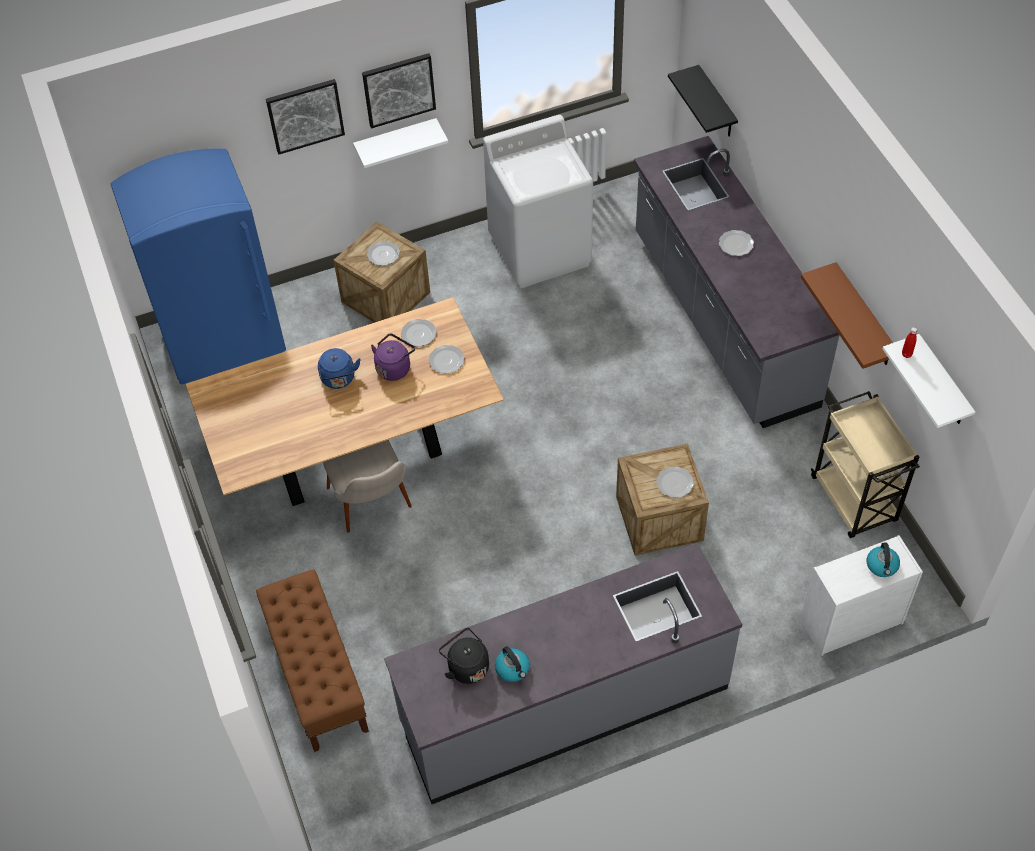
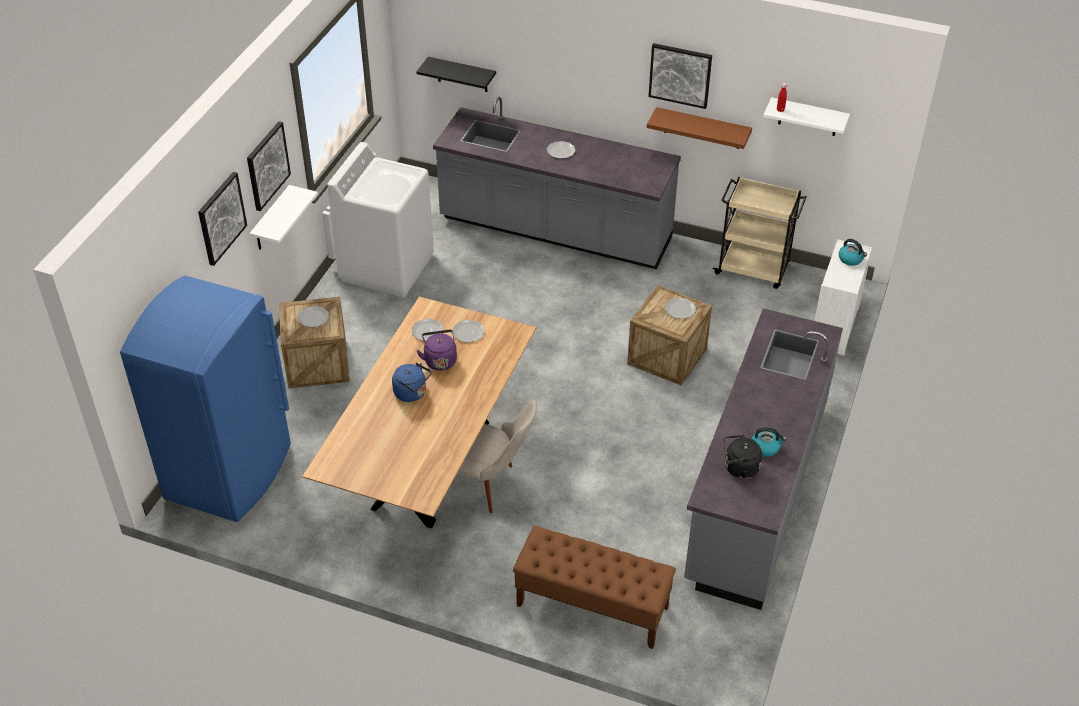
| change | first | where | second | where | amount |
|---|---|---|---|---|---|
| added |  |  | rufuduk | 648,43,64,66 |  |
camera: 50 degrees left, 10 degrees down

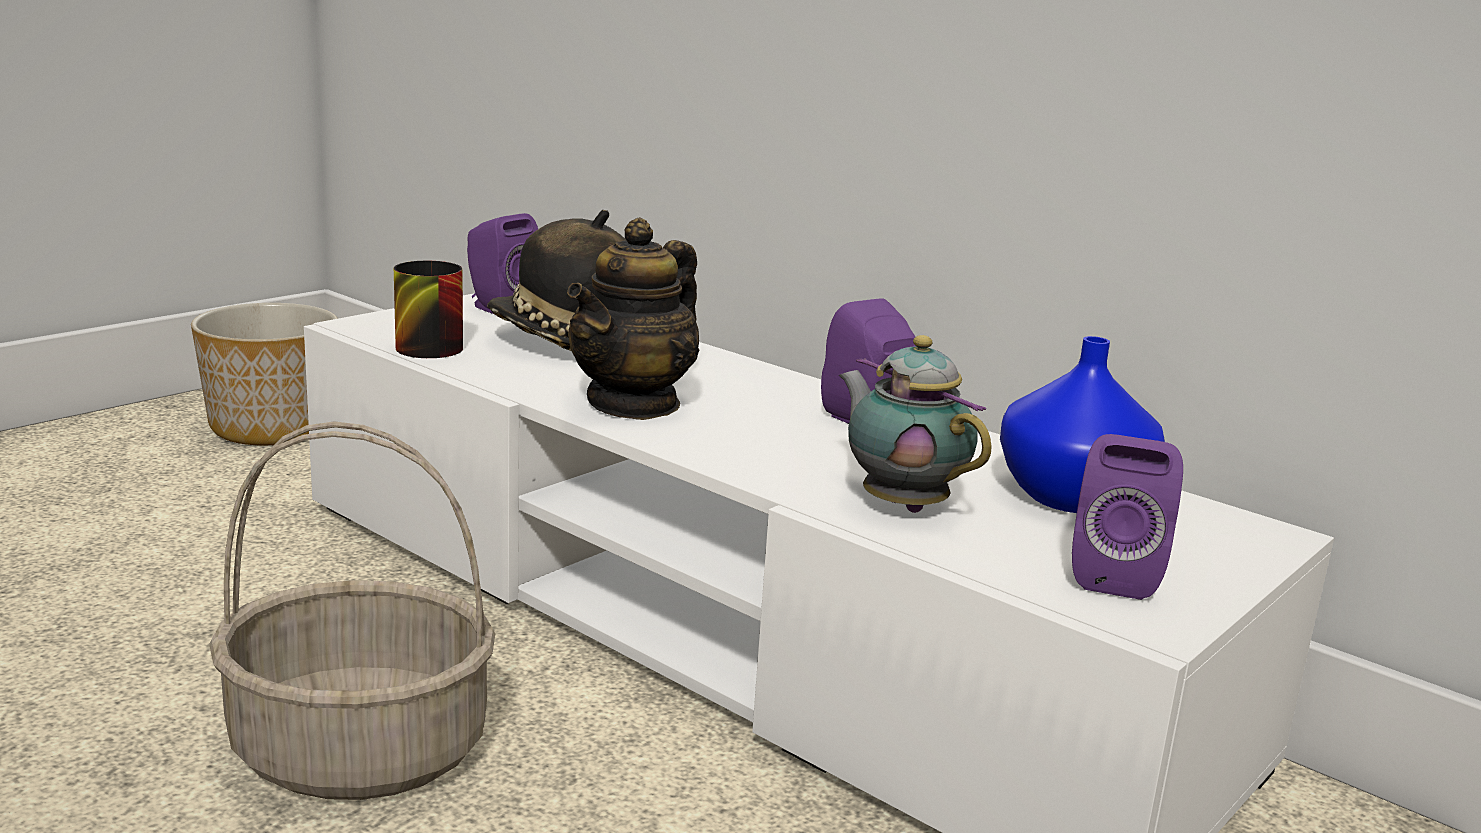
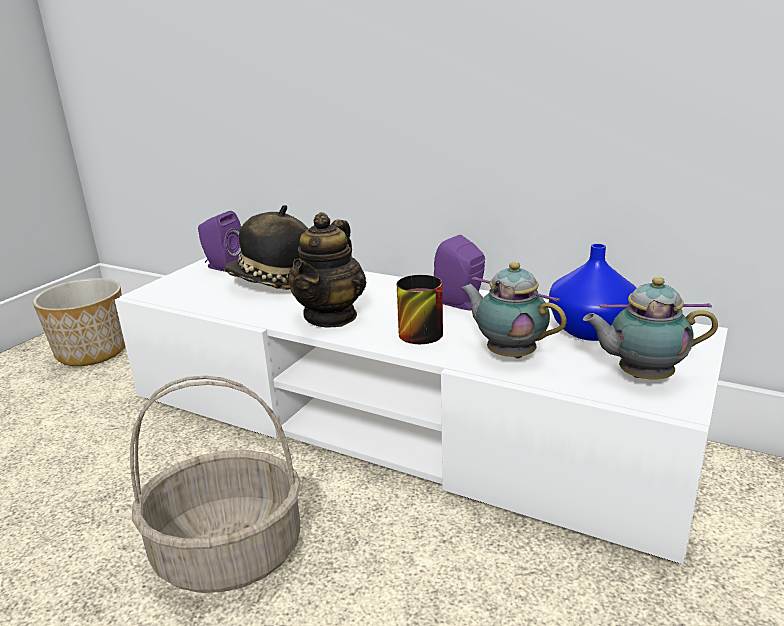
| change | first | where | second | where | amount |
|---|---|---|---|---|---|
| moved | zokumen | 394,261,69,97 |  | 397,275,46,69 |  |
| replaced | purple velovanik | 1072,434,111,166 | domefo | 583,277,135,103 |  |
camera: 10 degrees left, 5 degrees up

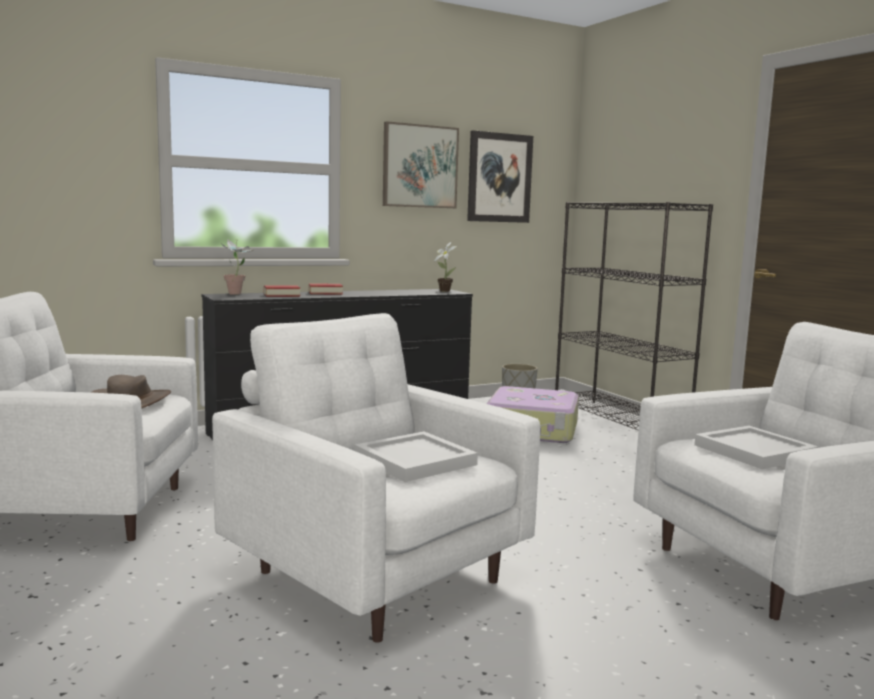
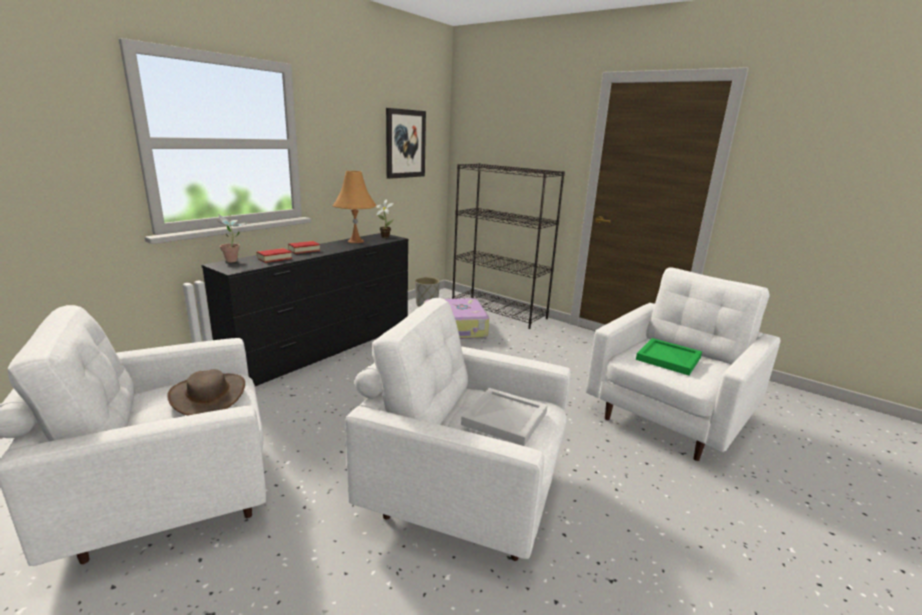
| change | first | where | second | where | amount |
|---|---|---|---|---|---|
| removed | rufuduk | 383,121,76,87 |  |  |  |
| recoloured | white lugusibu | 694,426,125,43 | green lugusibu | 636,338,66,37 |  |
| added |  |  | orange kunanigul | 333,171,43,72 |  |
camera: 25 degrees left, 10 degrees up

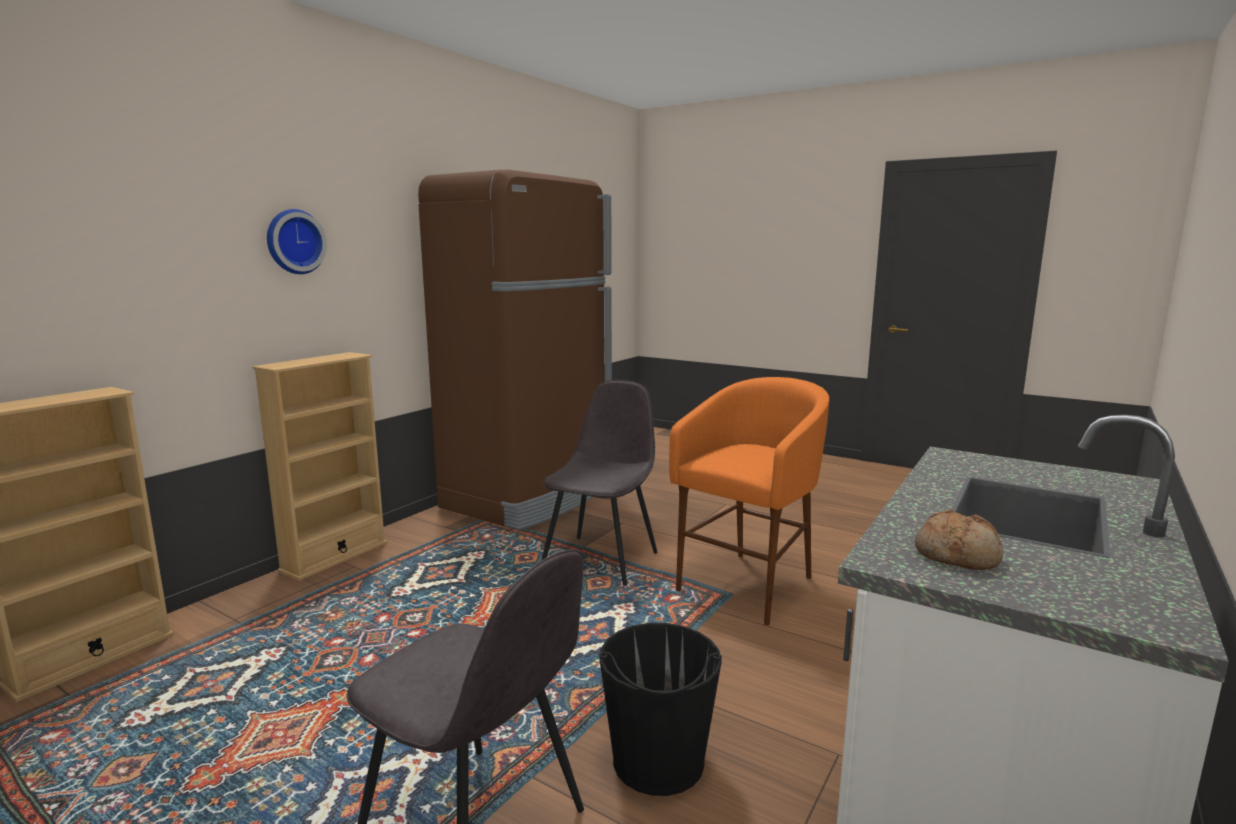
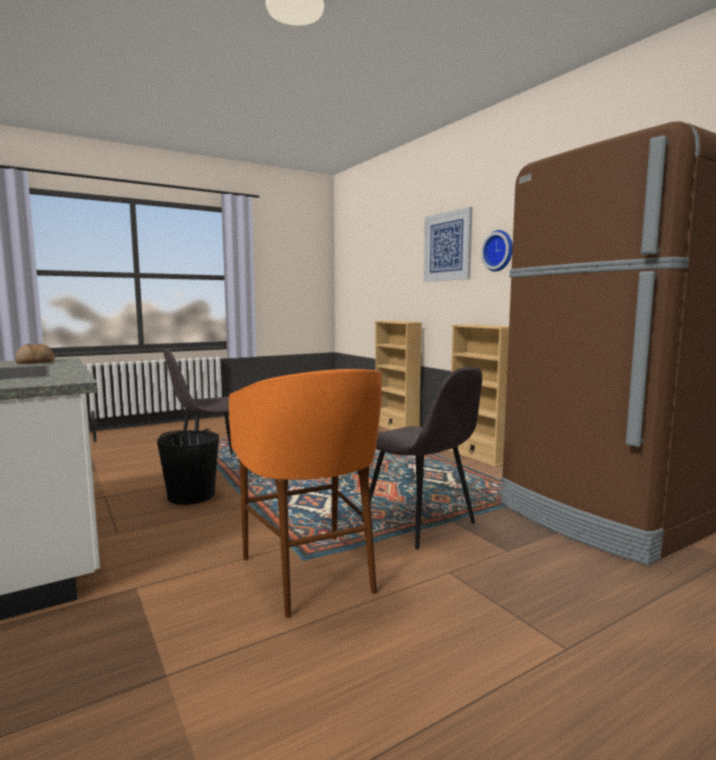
| change | first | where | second | where | amount |
|---|---|---|---|---|---|
| added |  |  | rufuduk | 423,207,50,75 |  |
camera: 115 degrees right, 5 degrees down

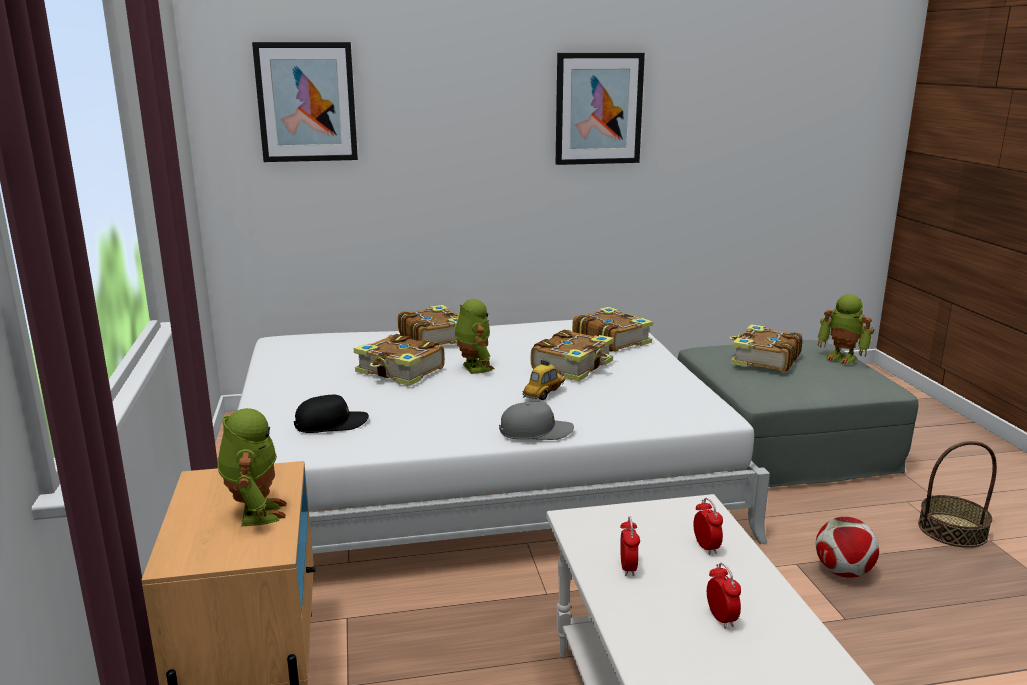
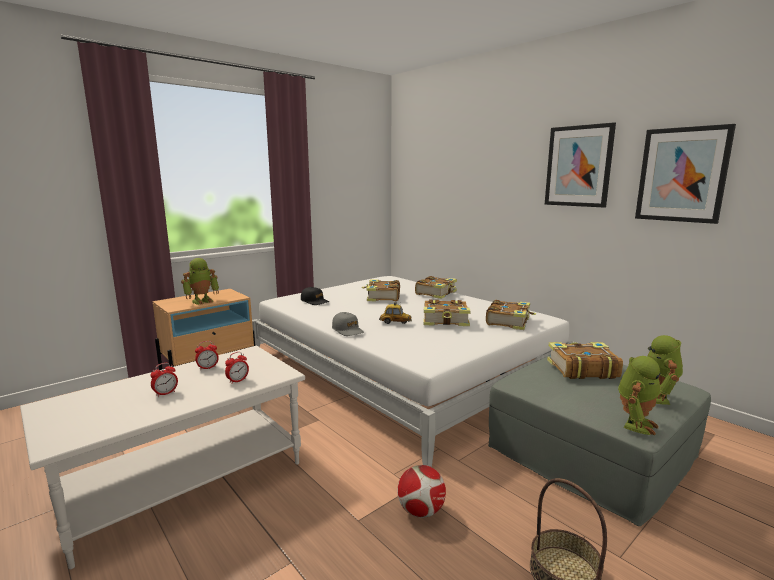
| change | first | where | second | where | amount |
|---|---|---|---|---|---|
| moved | rufuduk | 252,42,106,120 |  | 635,124,101,100 |  |
| moved | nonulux | 455,299,39,75 |  | 618,356,43,79 |  |
camera: 60 degrees right, 5 degrees down

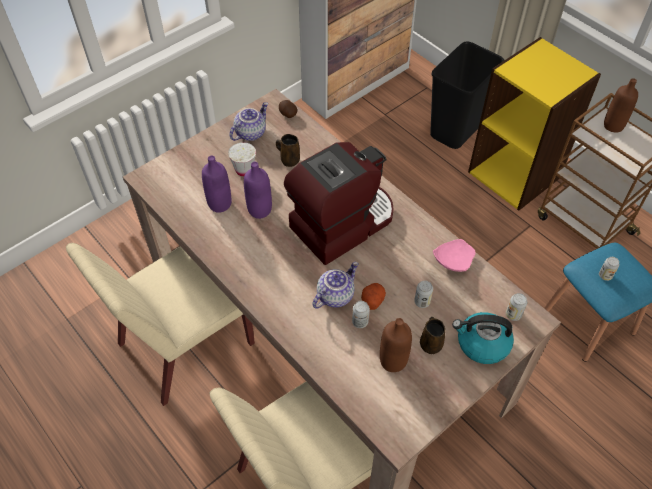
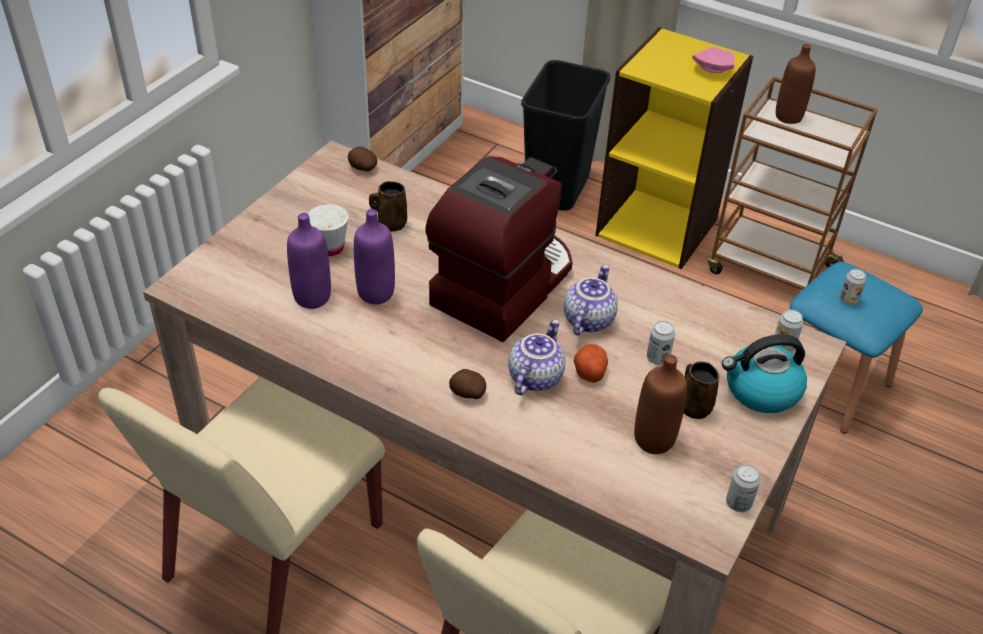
| change | first | where | second | where | amount |
|---|---|---|---|---|---|
| moved | domefo | 229,102,39,39 |  | 564,265,54,71 |  |
| moved | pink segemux | 433,239,43,33 |  | 692,47,43,26 |  |
| moved | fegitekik | 352,301,18,27 |  | 726,464,35,48 |  |
| added |  |  | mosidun | 449,369,37,30 |  |
camera: 20 degrees left, 10 degrees down

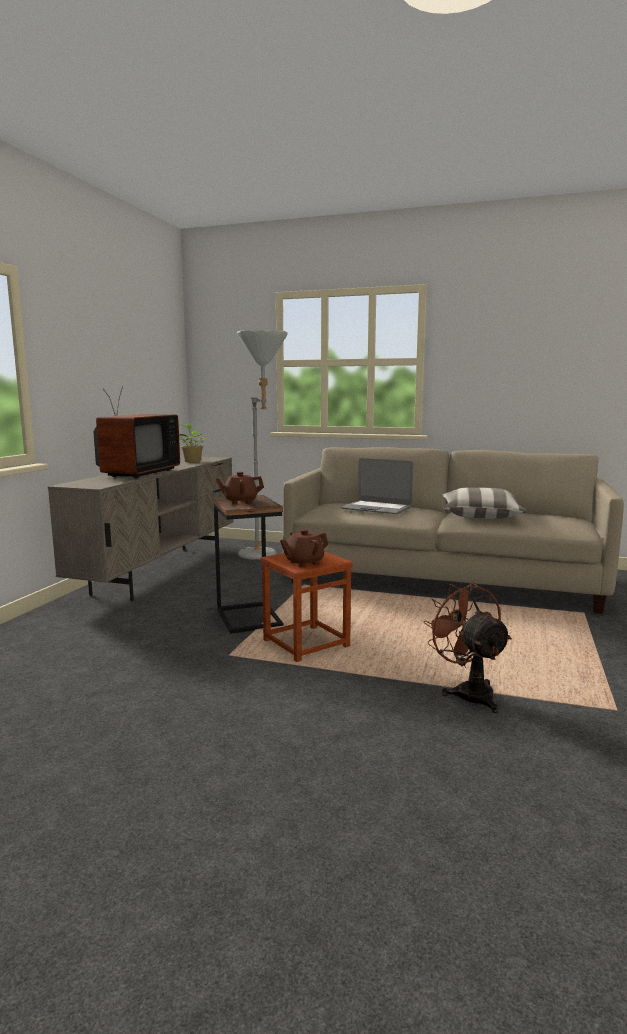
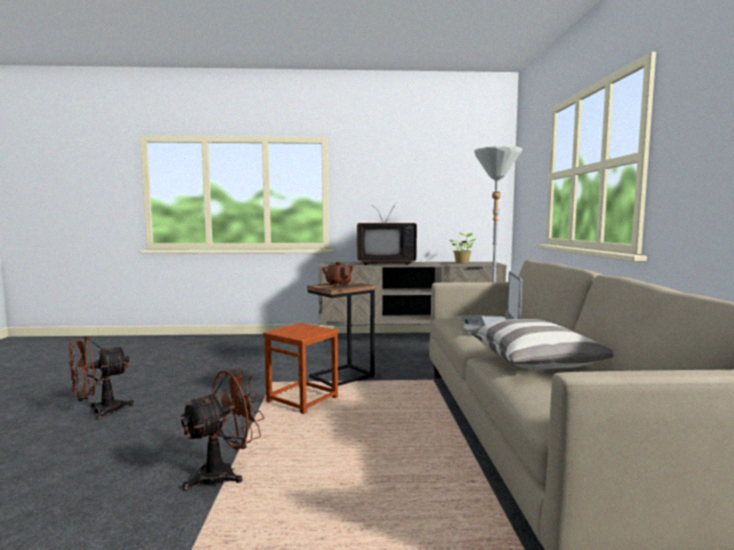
| change | first | where | second | where | amount |
|---|---|---|---|---|---|
| removed | brown domefo | 280,529,48,38 |  |  |  |
| added |  |  | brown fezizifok | 69,336,65,84 |  |
camera: 70 degrees right, 5 degrees down

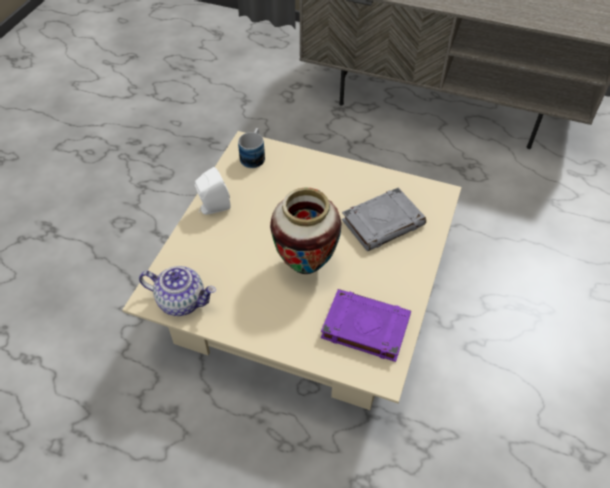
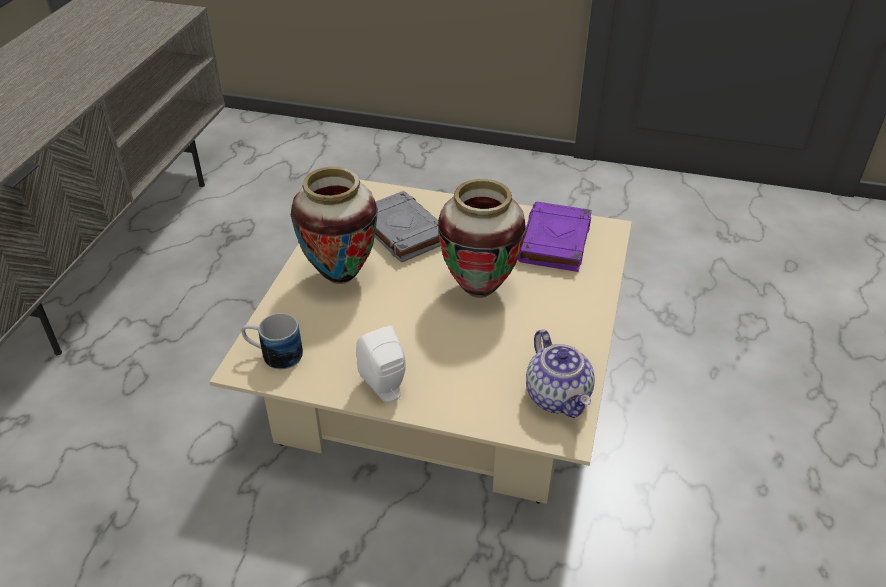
| change | first | where | second | where | amount |
|---|---|---|---|---|---|
| turned | domefo | 139,266,77,50 |  | 526,330,69,88 | 150 degrees clockwise |
| added |  |  | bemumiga | 291,167,87,117 |  |
camera: 95 degrees left, 10 degrees down

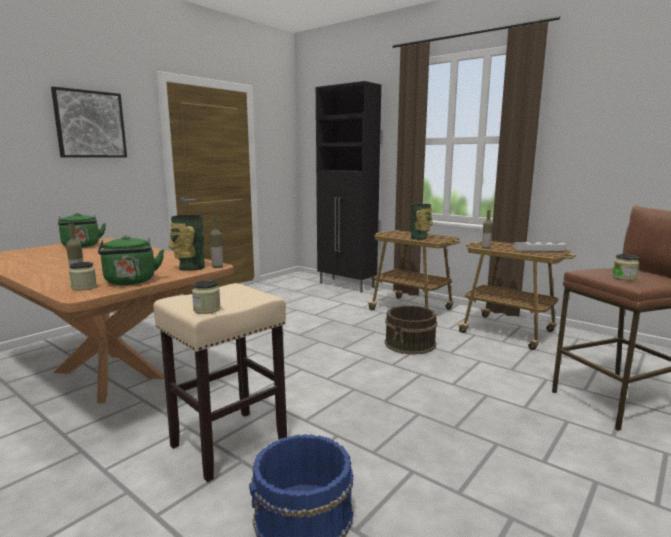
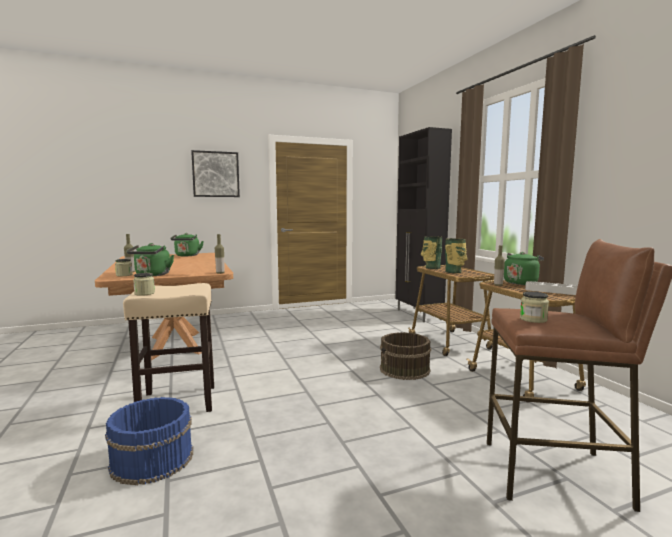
| change | first | where | second | where | amount |
|---|---|---|---|---|---|
| moved | bemumiga | 168,215,37,56 |  | 421,236,21,33 |  |
| added |  |  | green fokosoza | 504,252,40,33 |  |
camera: 30 degrees right, 5 degrees down

